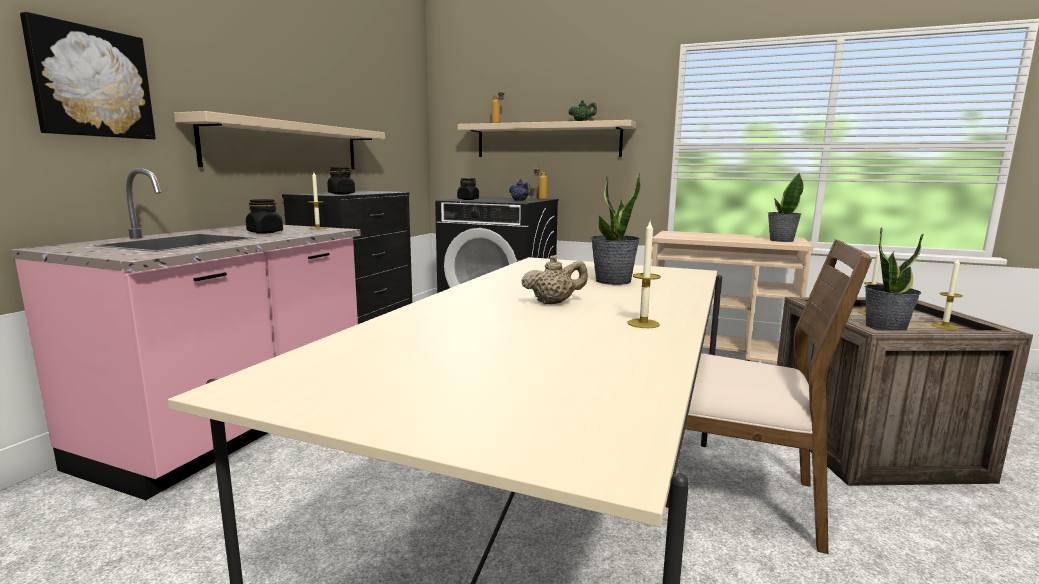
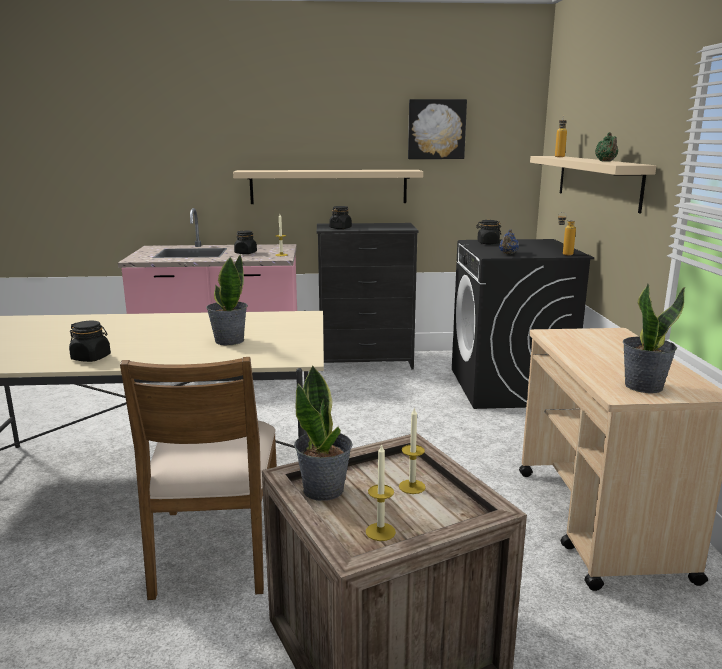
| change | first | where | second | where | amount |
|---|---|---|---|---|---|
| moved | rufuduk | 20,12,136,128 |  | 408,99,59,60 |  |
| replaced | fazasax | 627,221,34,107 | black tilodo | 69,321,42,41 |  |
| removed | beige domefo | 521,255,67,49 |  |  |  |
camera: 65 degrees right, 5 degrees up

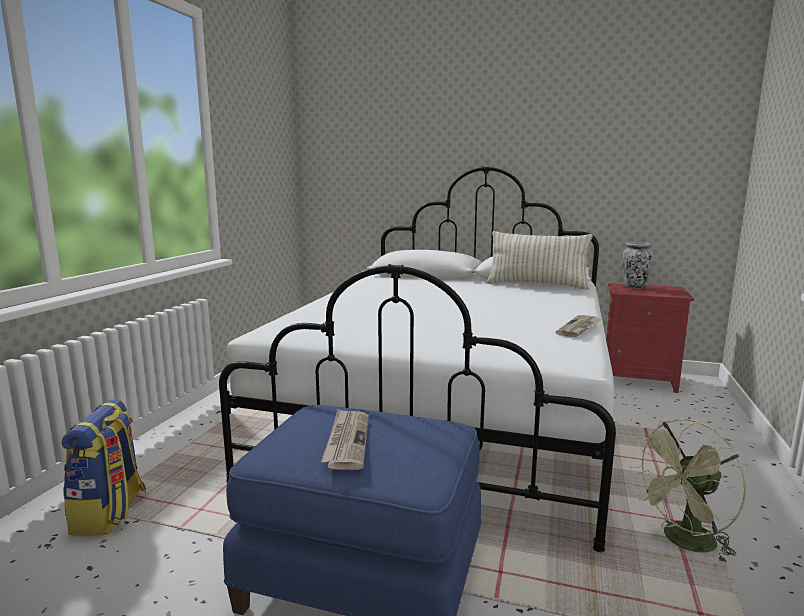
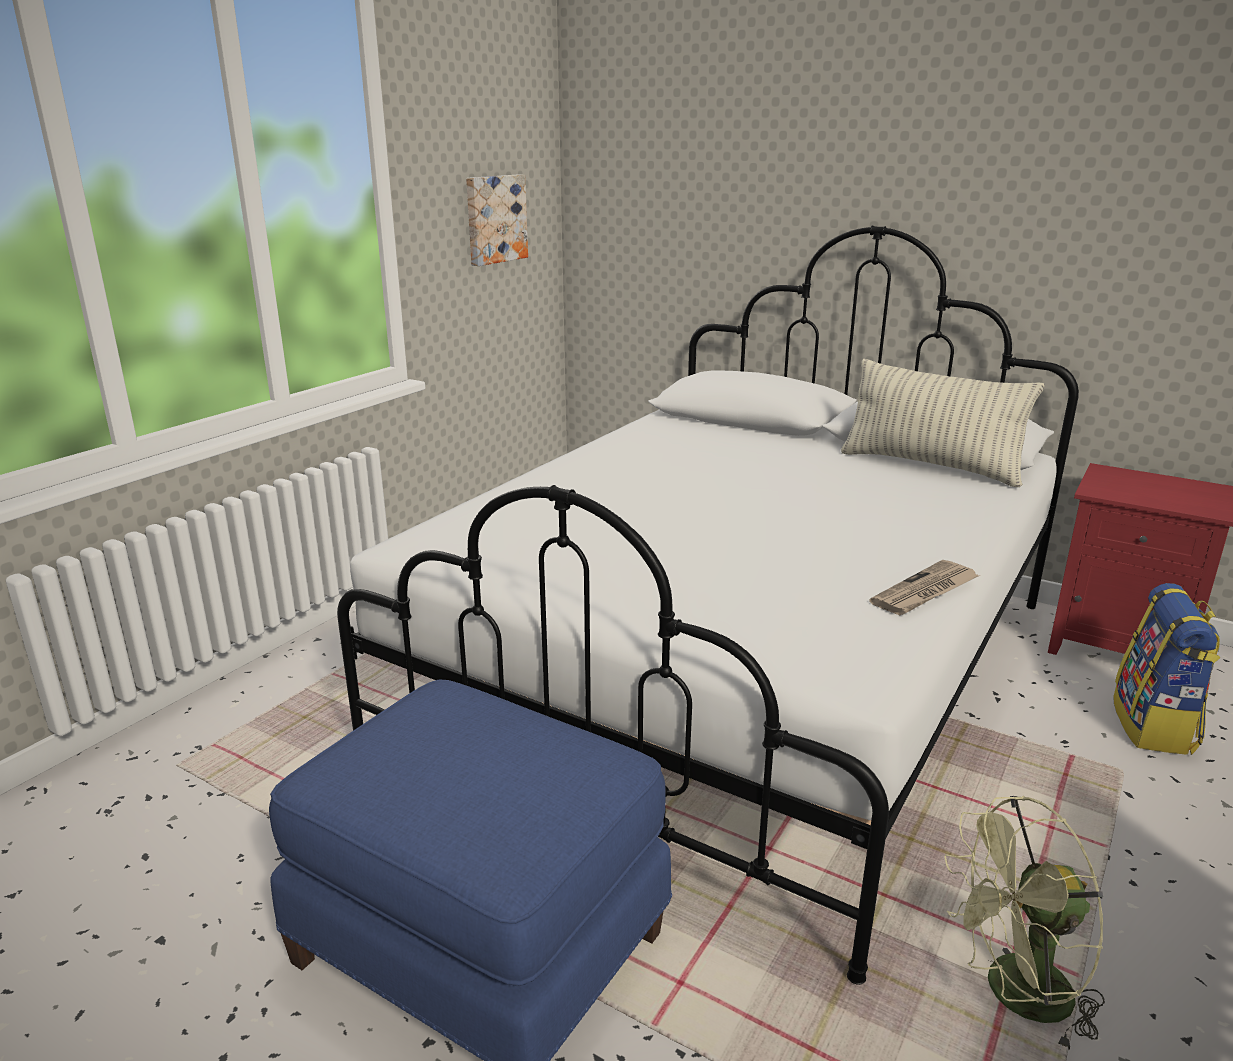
| change | first | where | second | where | amount |
|---|---|---|---|---|---|
| removed | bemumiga | 622,242,31,47 |  |  |  |
| moved | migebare | 62,399,84,137 |  | 1113,583,107,172 |  |
| removed | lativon | 321,409,48,61 |  |  |  |
| added |  |  | rufuduk | 466,175,62,91 |  |
camera: 15 degrees right, 10 degrees up

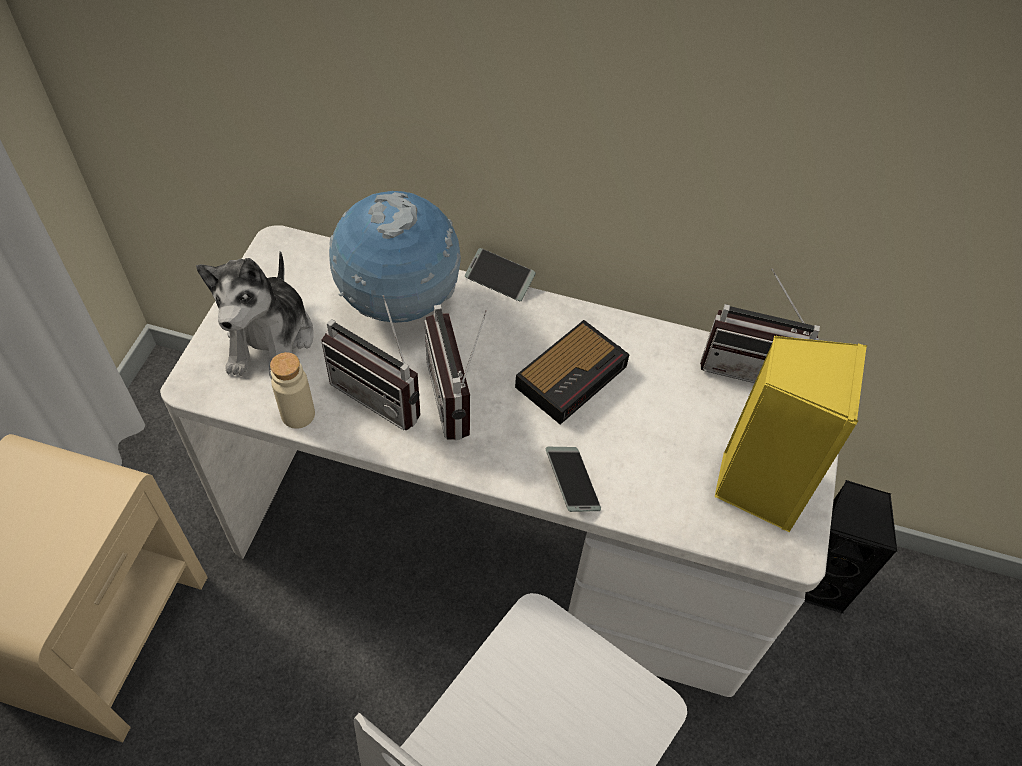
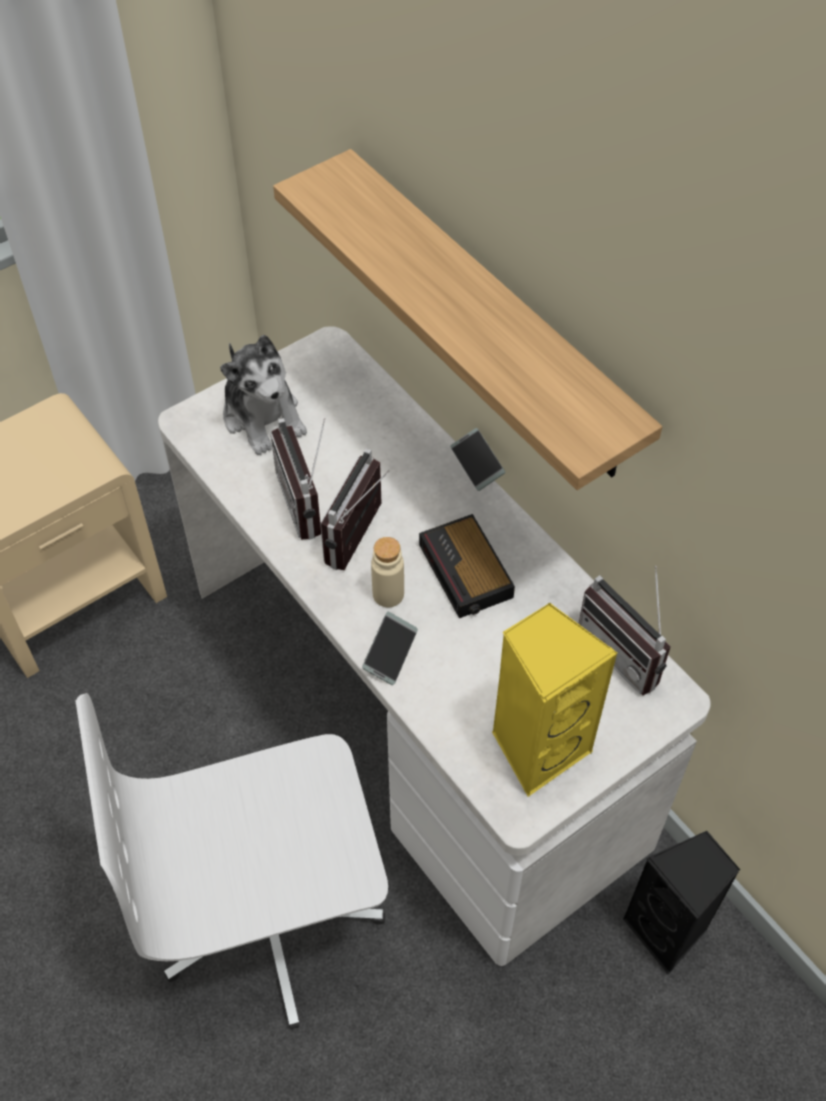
| change | first | where | second | where | amount |
|---|---|---|---|---|---|
| removed | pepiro | 329,191,132,132 |  |  |  |
| turned | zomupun | 196,251,118,128 |  | 220,335,87,120 | 75 degrees counterclockwise |
| turned | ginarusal | 515,320,115,105 |  | 419,514,96,104 | 75 degrees clockwise |
| moved | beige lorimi | 270,352,45,77 |  | 371,537,33,70 |  |
| added |  |  | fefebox | 273,149,389,341 |  |
camera: 40 degrees right, 0 degrees up

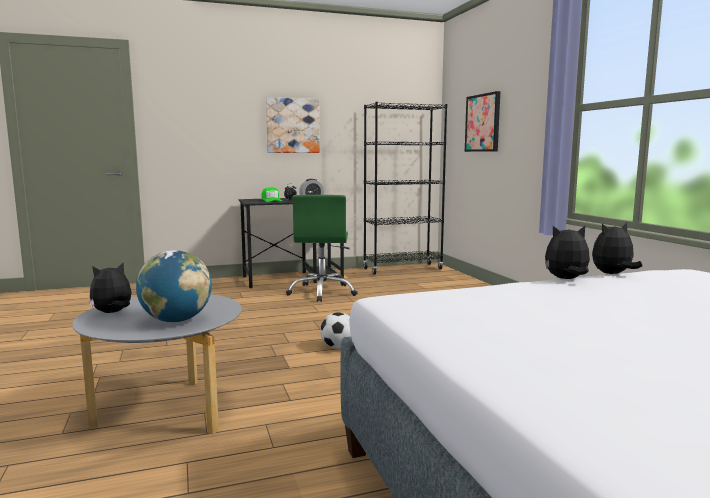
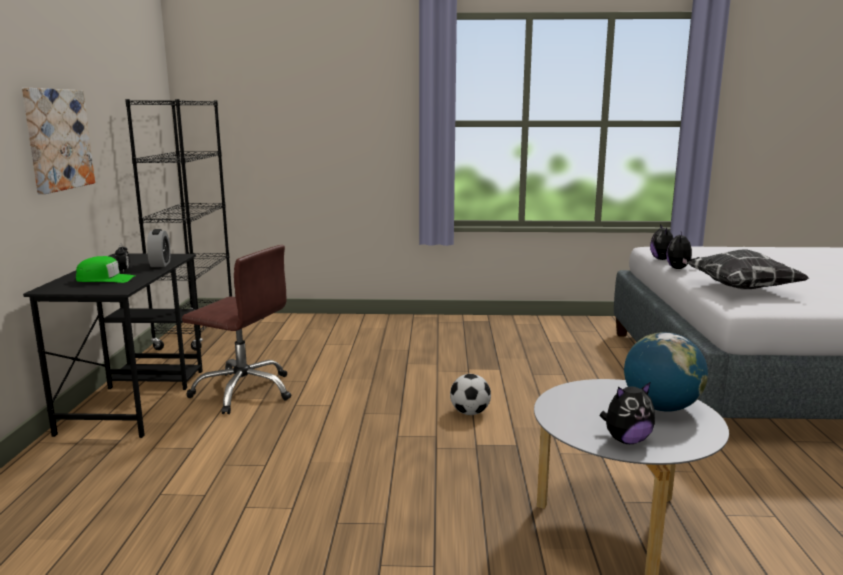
| change | first | where | second | where | amount |
|---|---|---|---|---|---|
| removed | rufuduk | 465,91,35,61 |  |  |  |
| recoloured | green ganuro | 286,195,72,107 | brown ganuro | 182,245,109,169 |  |
| turned | zomupun | 89,263,42,50 |  | 600,382,55,62 | 90 degrees counterclockwise |
| added |  |  | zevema | 686,250,123,39 |  |
camera: 70 degrees left, 5 degrees up

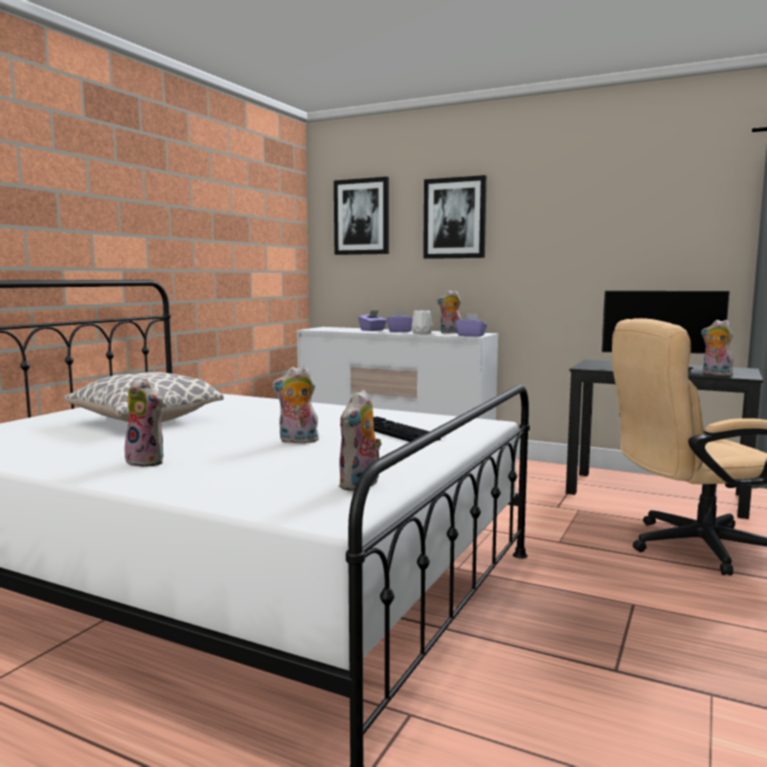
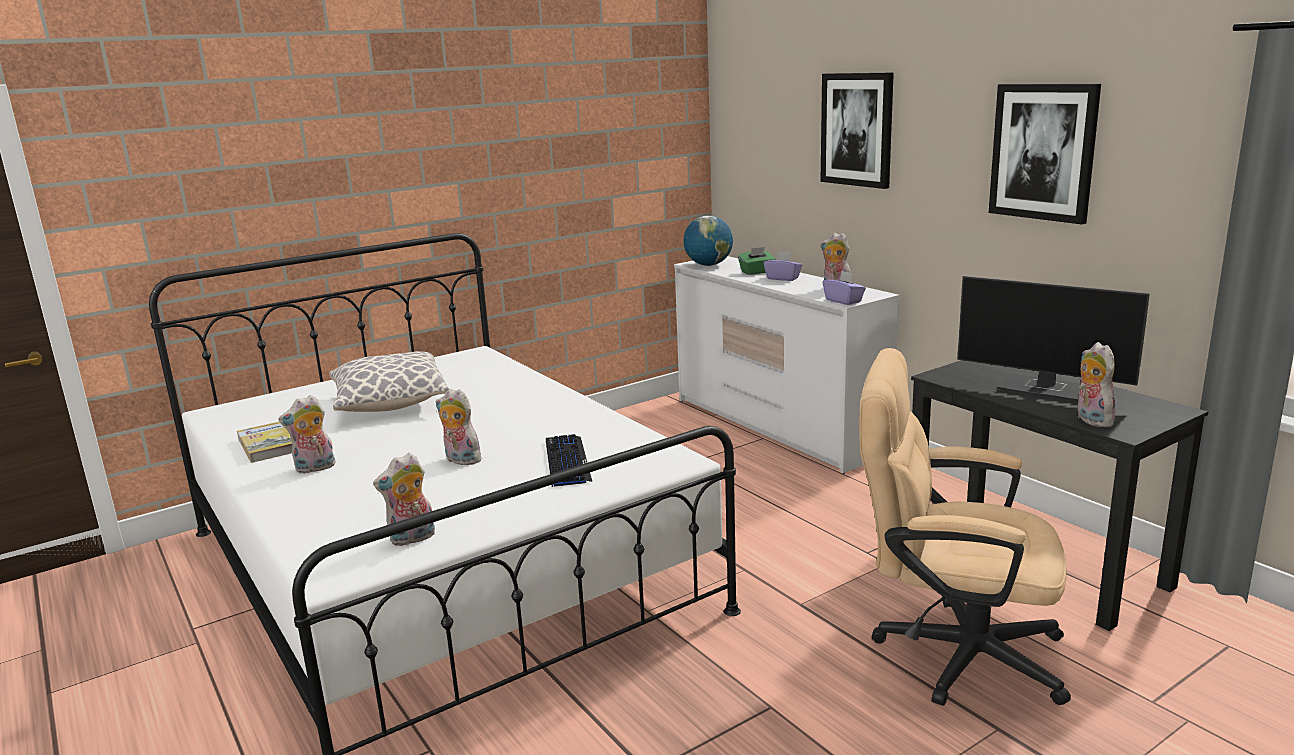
| change | first | where | second | where | amount |
|---|---|---|---|---|---|
| moved | rufuduk | 334,177,55,78 |  | 989,84,112,140 |  |
| recoloured | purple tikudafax | 358,310,29,21 | green tikudafax | 738,247,38,28 |  |
| removed | white bemumiga | 411,310,22,24 |  |  |  |
| turned | zomupun | 125,377,39,90 |  | 278,395,58,79 | 90 degrees clockwise |
| added |  |  | pepiro | 683,215,50,51 |  |
| added |  |  | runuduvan | 237,422,55,41 |  |
camera: 30 degrees right, 10 degrees up

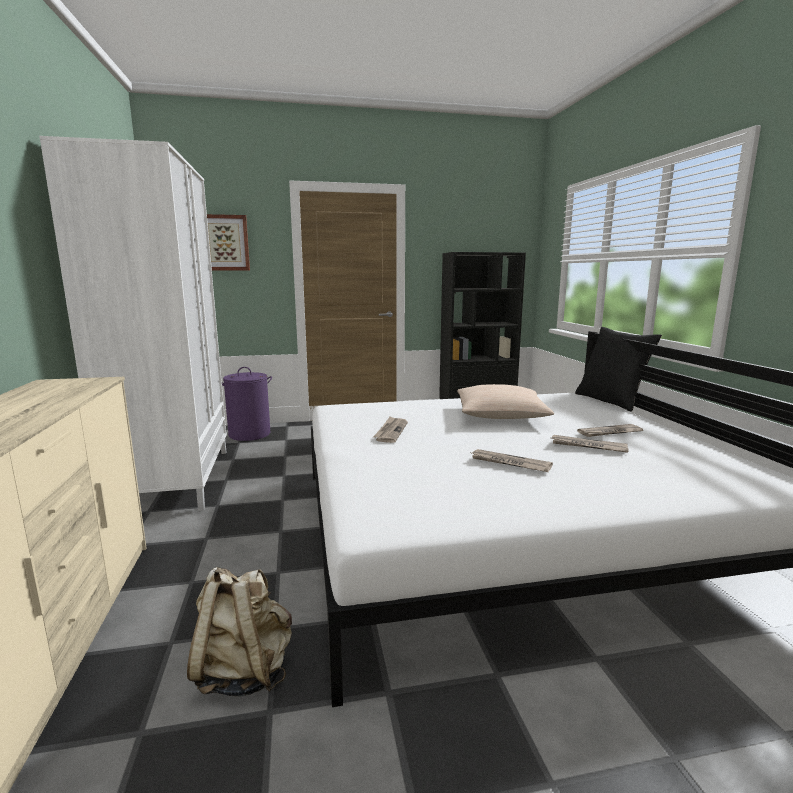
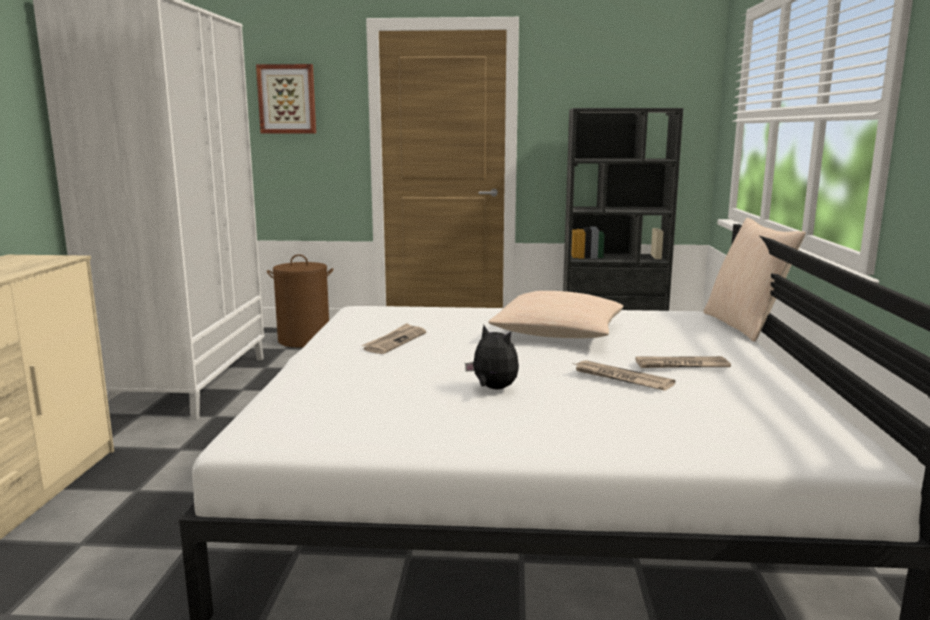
| change | first | where | second | where | amount |
|---|---|---|---|---|---|
| recoloured | black zevema | 575,327,87,85 | beige zevema | 704,218,102,124 |  |
| recoloured | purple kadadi | 222,367,50,74 | brown kadadi | 267,254,67,93 |  |
| replaced | lativon | 469,449,84,23 | zomupun | 465,325,54,64 |  |
| removed | beige migebare | 187,567,105,129 |  |  |  |
camera: 15 degrees right, 0 degrees up

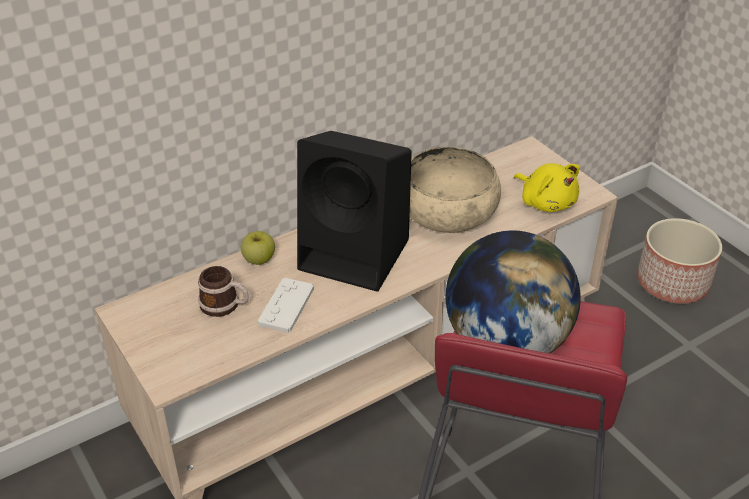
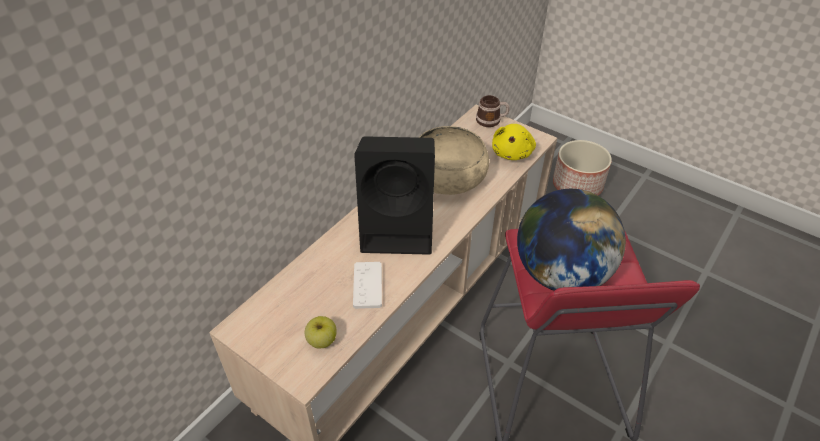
| change | first | where | second | where | amount |
|---|---|---|---|---|---|
| turned | yellow zomupun | 514,163,66,49 |  | 492,124,44,36 | 75 degrees clockwise |
| moved | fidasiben | 241,231,34,34 |  | 305,316,32,32 |  |
| moved | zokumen | 198,266,51,51 |  | 476,95,34,32 |  |
camera: 20 degrees left, 5 degrees up

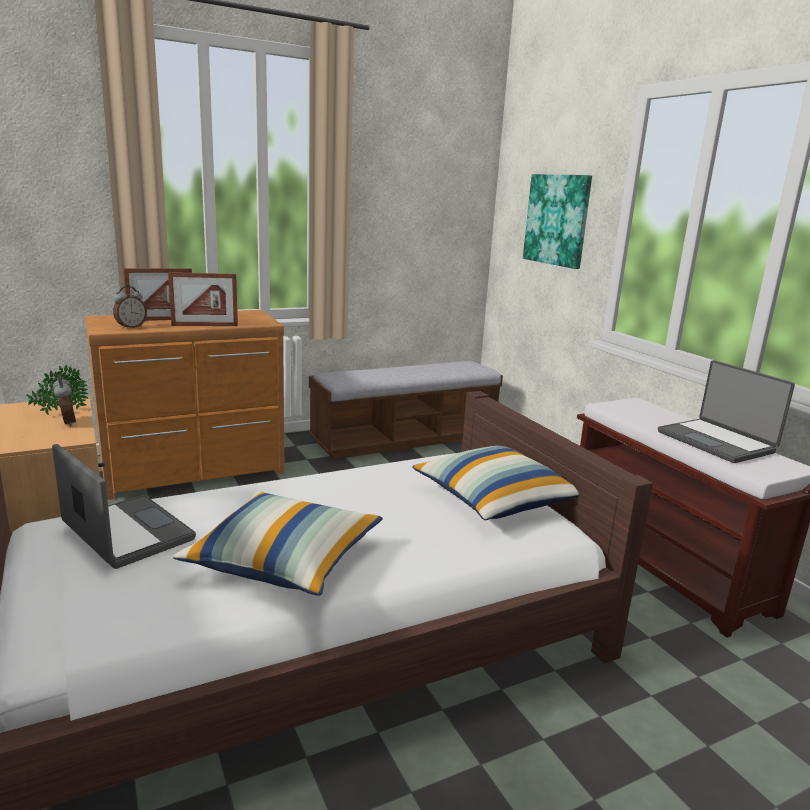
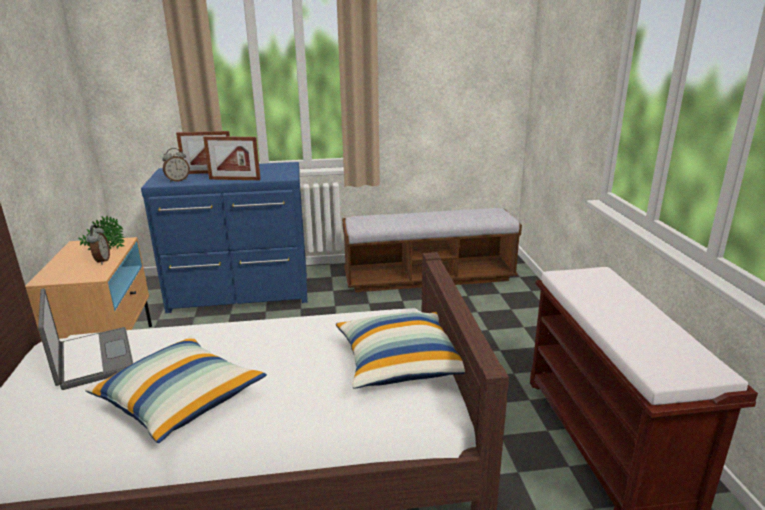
| change | first | where | second | where | amount |
|---|---|---|---|---|---|
| removed | rufuduk | 523,174,69,95 |  |  |  |
| recoloured | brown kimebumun | 85,310,200,190 | blue kimebumun | 141,162,167,151 |  |
| removed | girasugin | 658,360,137,103 |  |  |  |
camera: 20 degrees right, 5 degrees up

